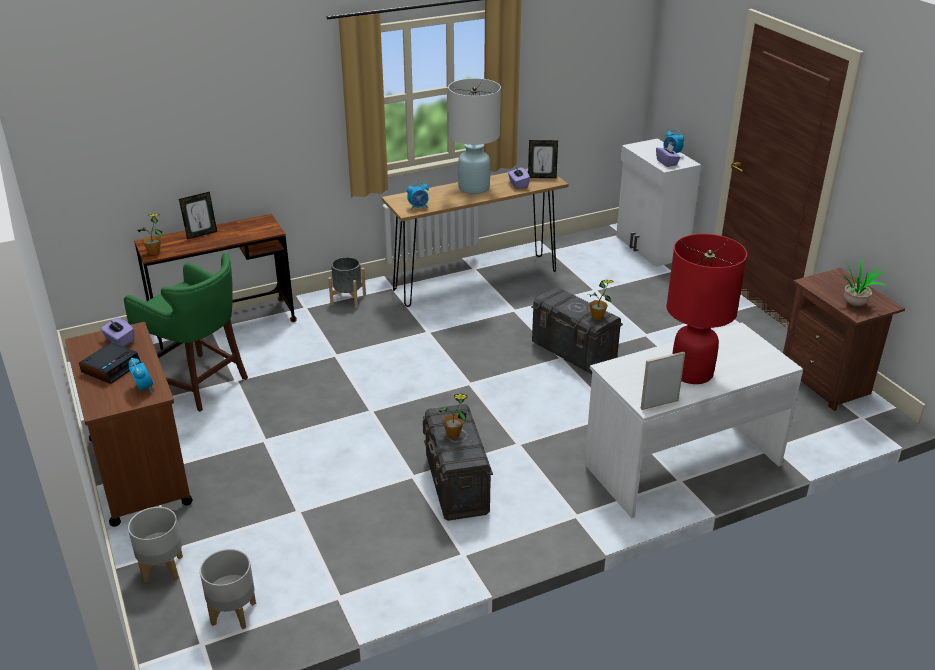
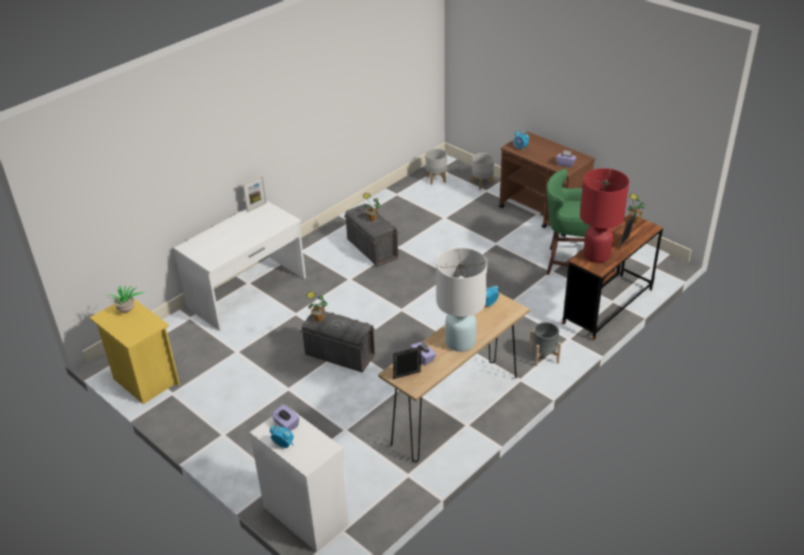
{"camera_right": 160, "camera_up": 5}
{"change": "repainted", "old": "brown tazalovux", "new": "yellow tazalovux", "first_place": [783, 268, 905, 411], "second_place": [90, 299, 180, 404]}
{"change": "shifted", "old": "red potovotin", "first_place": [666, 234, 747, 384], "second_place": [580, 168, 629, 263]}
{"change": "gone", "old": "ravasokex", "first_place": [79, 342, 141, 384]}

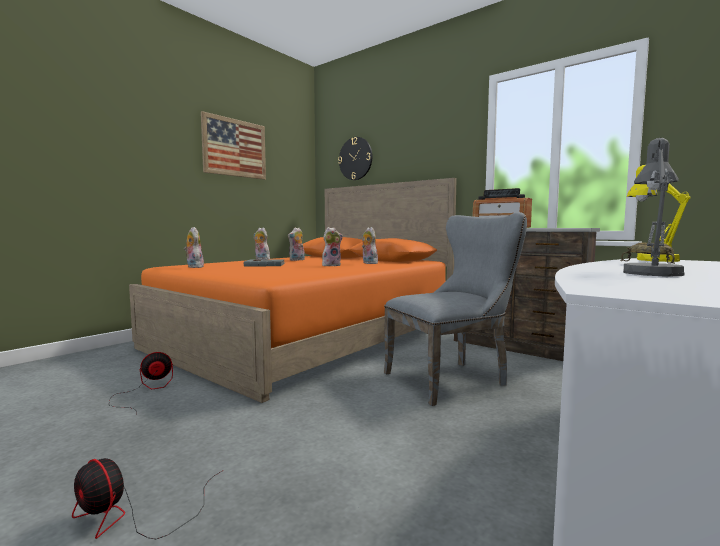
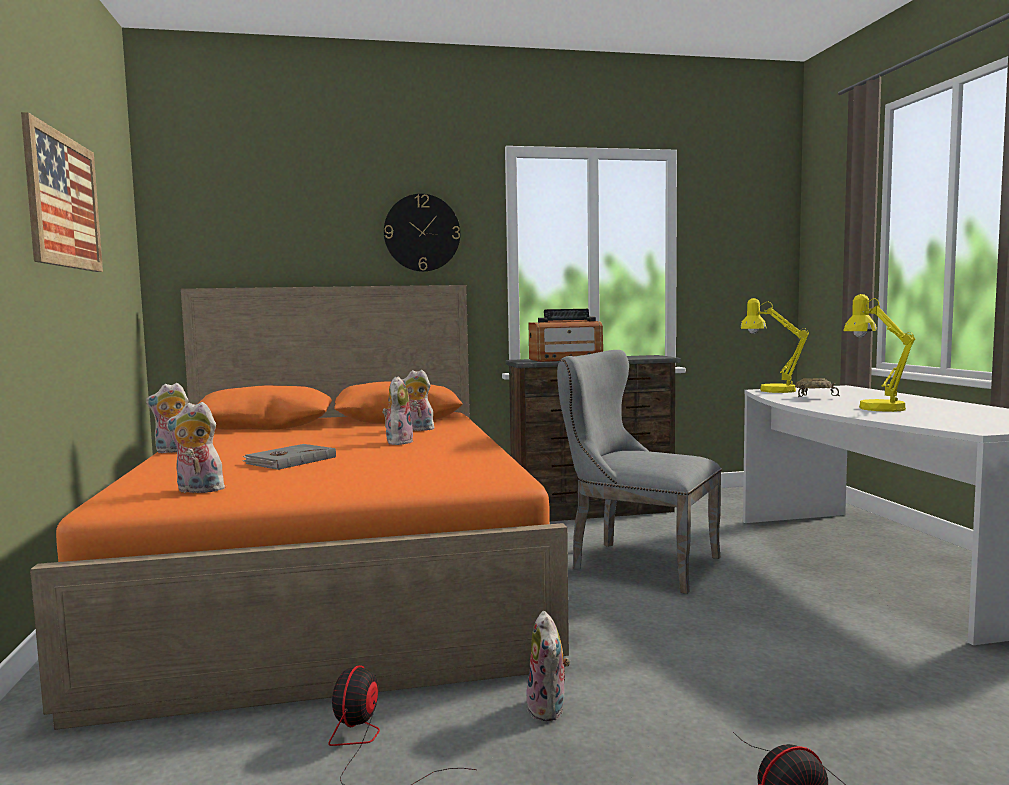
{"camera_right": -50, "camera_up": 0}
{"change": "shifted", "old": "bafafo", "first_place": [338, 137, 372, 180], "second_place": [384, 194, 460, 272]}
{"change": "shifted", "old": "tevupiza", "first_place": [288, 228, 305, 261], "second_place": [525, 611, 570, 721]}
{"change": "rotated", "old": "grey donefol", "first_place": [384, 212, 527, 406], "second_place": [557, 350, 722, 594], "degrees": -75}
{"change": "repainted", "old": "grey potovotin", "new": "yellow potovotin", "first_place": [623, 138, 685, 277], "second_place": [843, 294, 916, 412]}

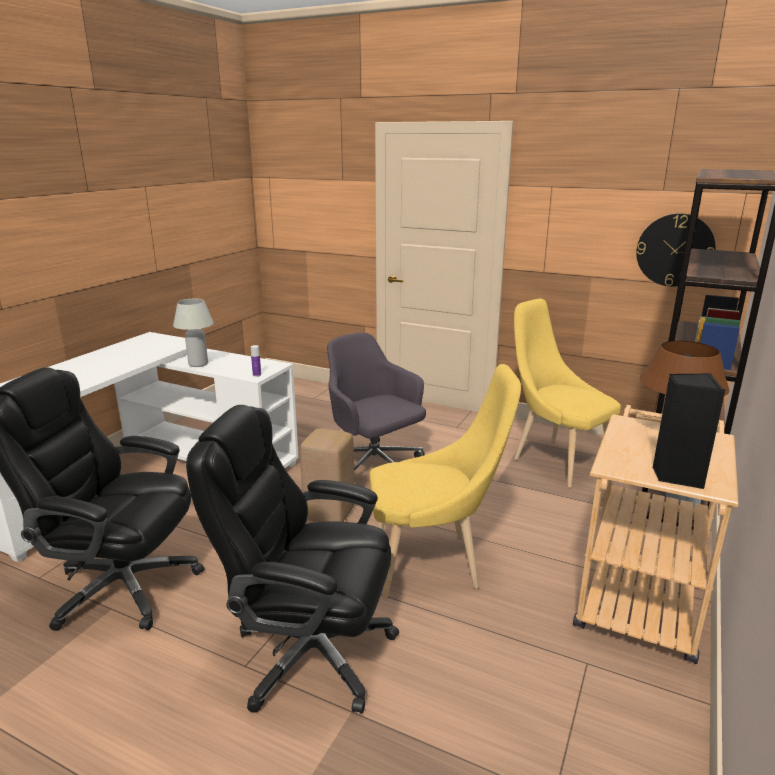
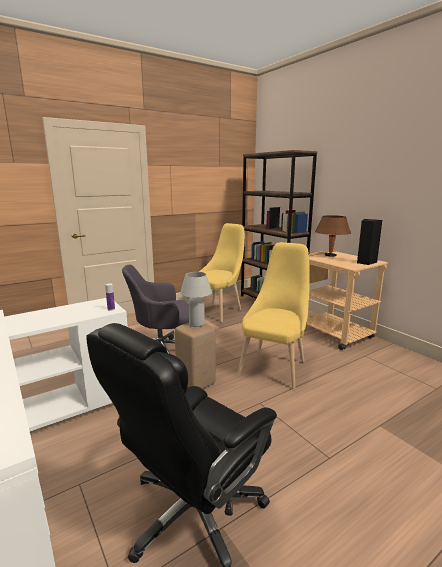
{"camera_right": -60, "camera_up": -5}
{"change": "shifted", "old": "white potovotin", "first_place": [173, 299, 214, 367], "second_place": [180, 272, 212, 327]}
{"change": "rotated", "old": "yellow donefol", "first_place": [514, 299, 621, 487], "second_place": [199, 223, 245, 322], "degrees": 135}
{"change": "gone", "old": "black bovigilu", "first_place": [186, 405, 399, 714]}
{"change": "gone", "old": "bafafo", "first_place": [636, 213, 716, 287]}

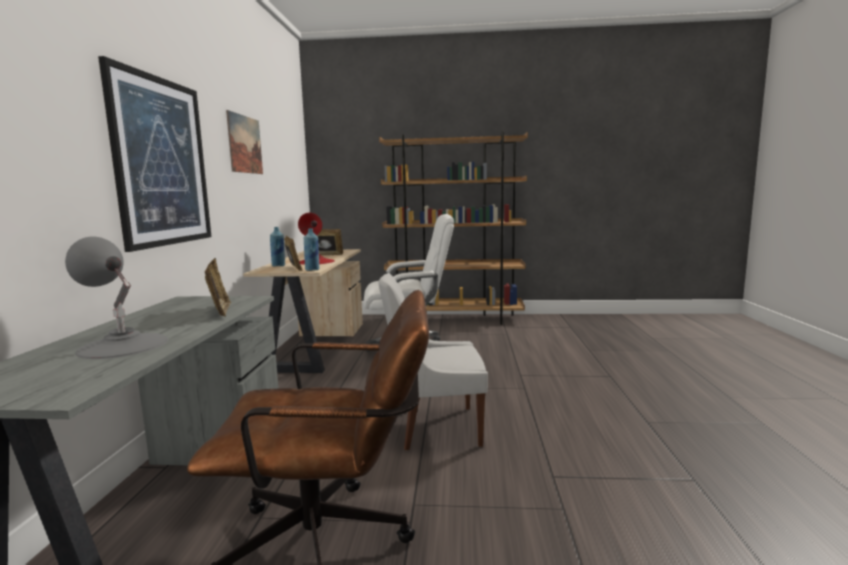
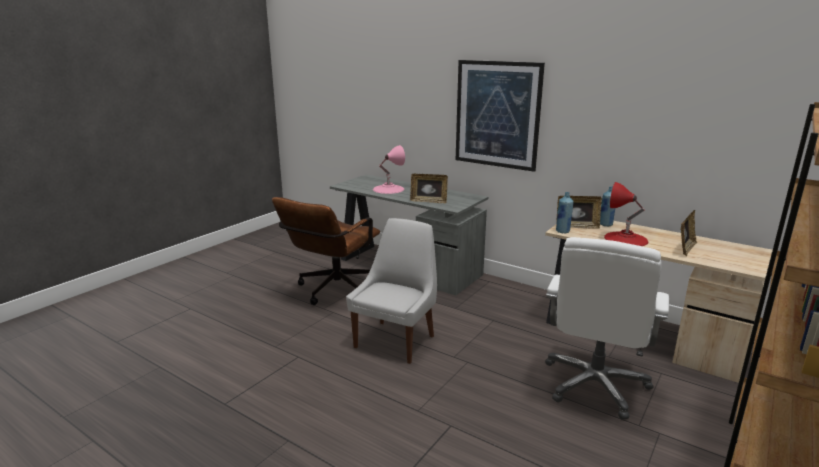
{"camera_right": 120, "camera_up": 10}
{"change": "repainted", "old": "grey potovotin", "new": "pink potovotin", "first_place": [65, 237, 168, 359], "second_place": [373, 145, 405, 194]}
{"change": "gone", "old": "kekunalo", "first_place": [226, 110, 263, 174]}

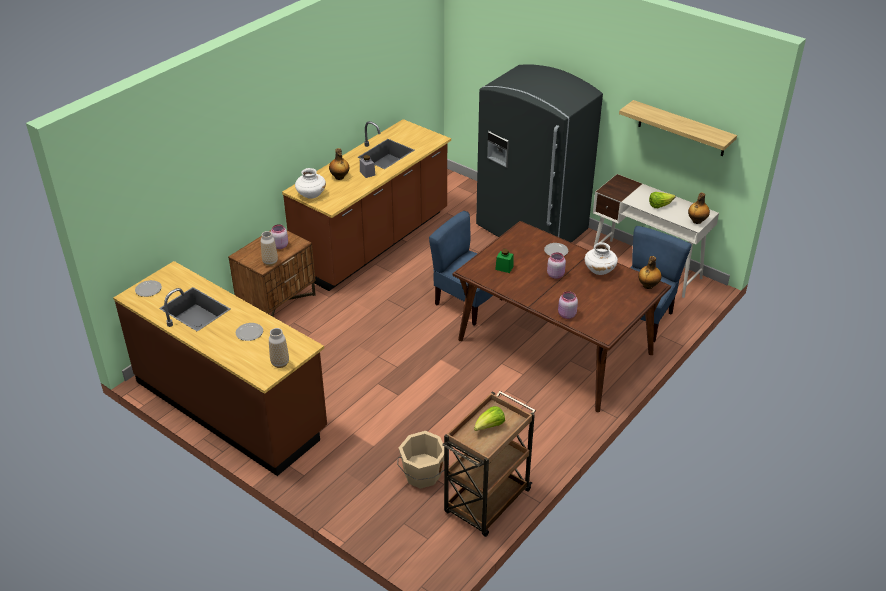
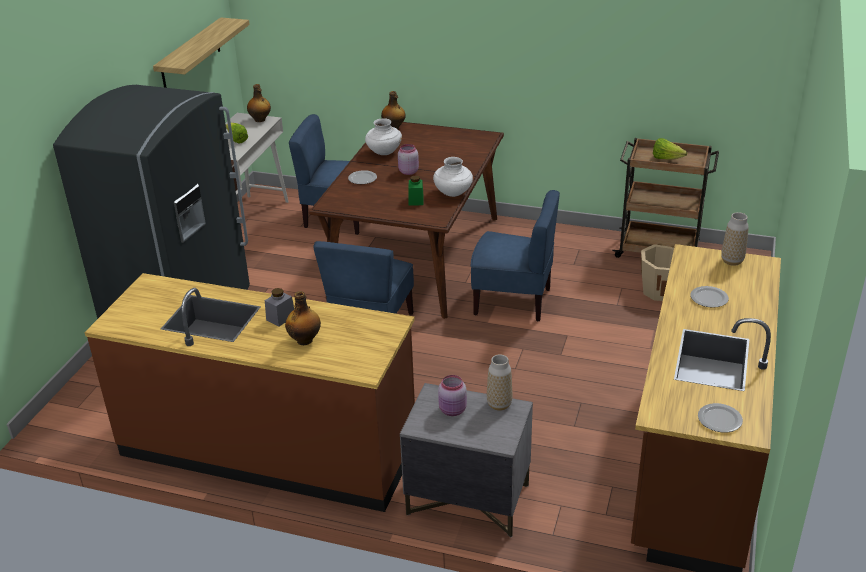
{"camera_right": -110, "camera_up": -5}
{"change": "repainted", "old": "brown tazalovux", "new": "grey tazalovux", "first_place": [228, 230, 316, 317], "second_place": [400, 383, 533, 538]}
{"change": "shifted", "old": "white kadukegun", "first_place": [295, 168, 326, 199], "second_place": [433, 157, 473, 197]}
{"change": "new", "new": "blue donefol", "second_place": [471, 190, 560, 321]}
{"change": "gone", "old": "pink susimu", "first_place": [558, 291, 578, 319]}

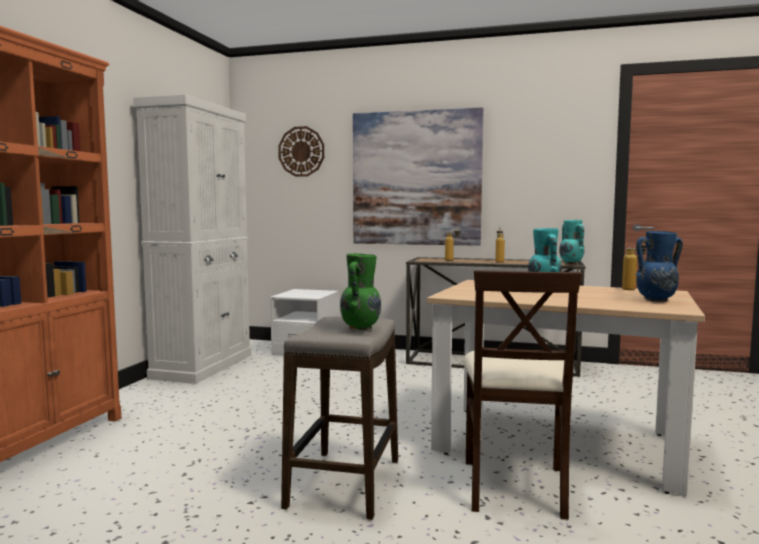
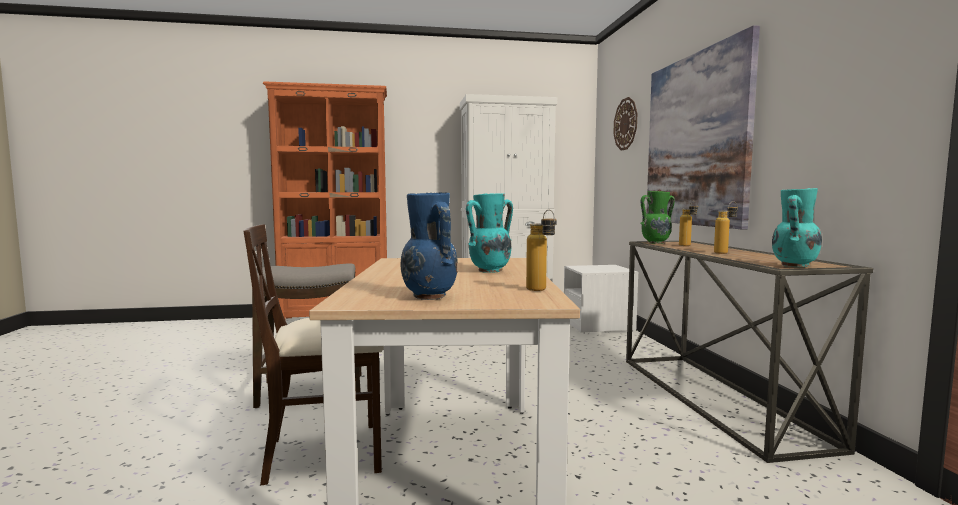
{"camera_right": 65, "camera_up": 0}
{"change": "shifted", "old": "green kadukegun", "first_place": [340, 253, 381, 330], "second_place": [641, 191, 675, 244]}

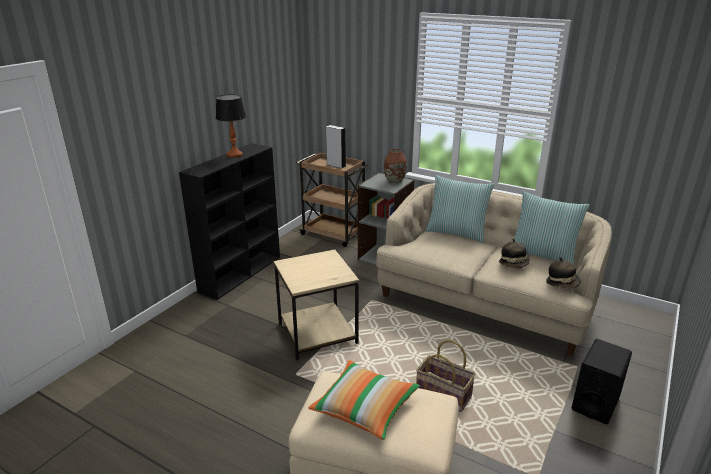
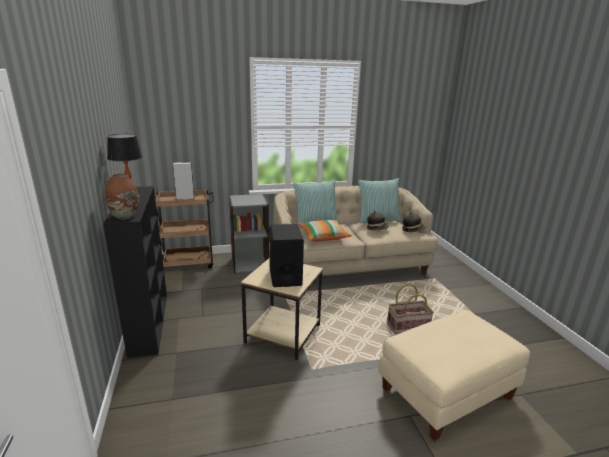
{"camera_right": -45, "camera_up": -5}
{"change": "shifted", "old": "brown kadukegun", "first_place": [384, 149, 407, 184], "second_place": [105, 174, 139, 219]}
{"change": "shifted", "old": "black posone", "first_place": [572, 339, 632, 424], "second_place": [269, 224, 304, 287]}
{"change": "shifted", "old": "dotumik", "first_place": [308, 360, 420, 440], "second_place": [299, 220, 352, 241]}

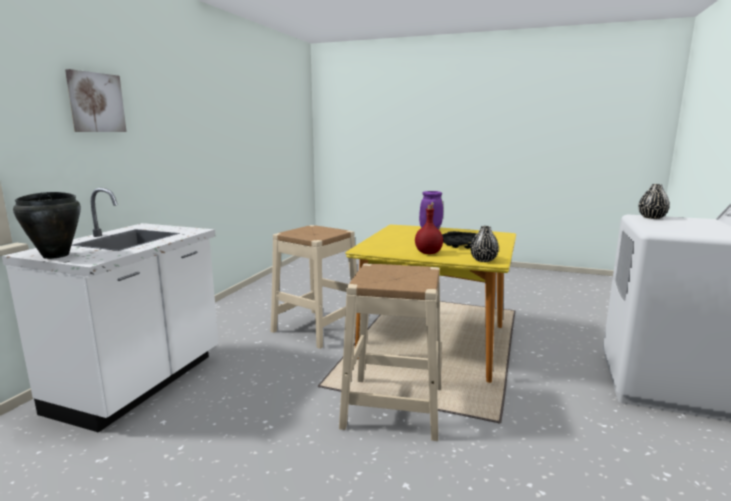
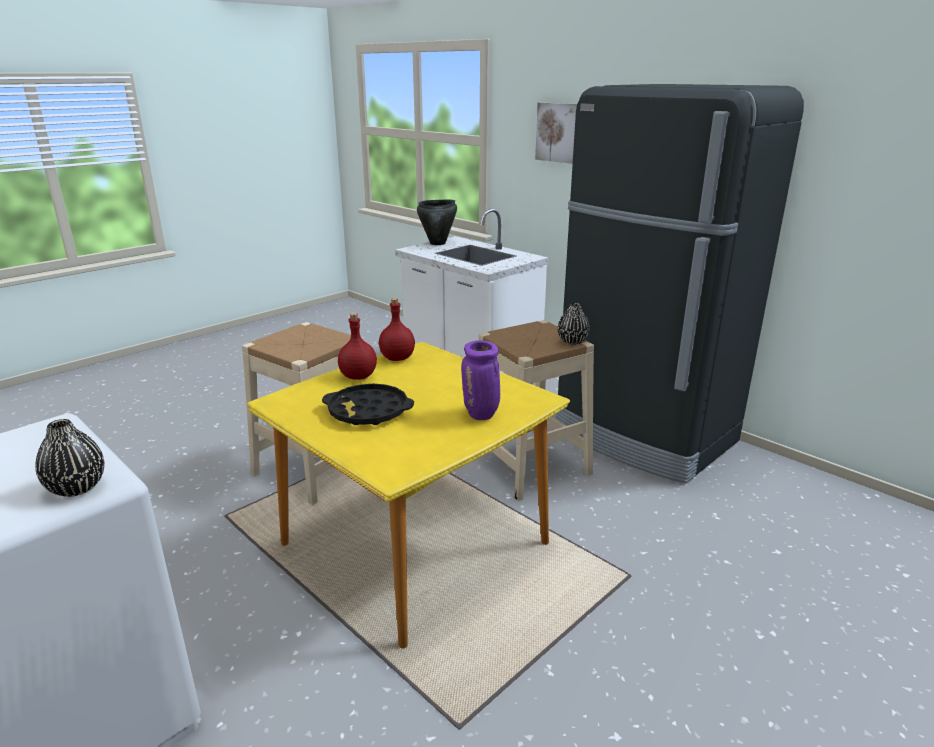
{"camera_right": 115, "camera_up": 10}
{"change": "new", "new": "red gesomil", "second_place": [379, 298, 415, 361]}
{"change": "new", "new": "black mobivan", "second_place": [556, 84, 804, 484]}
{"change": "shifted", "old": "black kadukegun", "first_place": [470, 226, 499, 262], "second_place": [558, 303, 590, 345]}

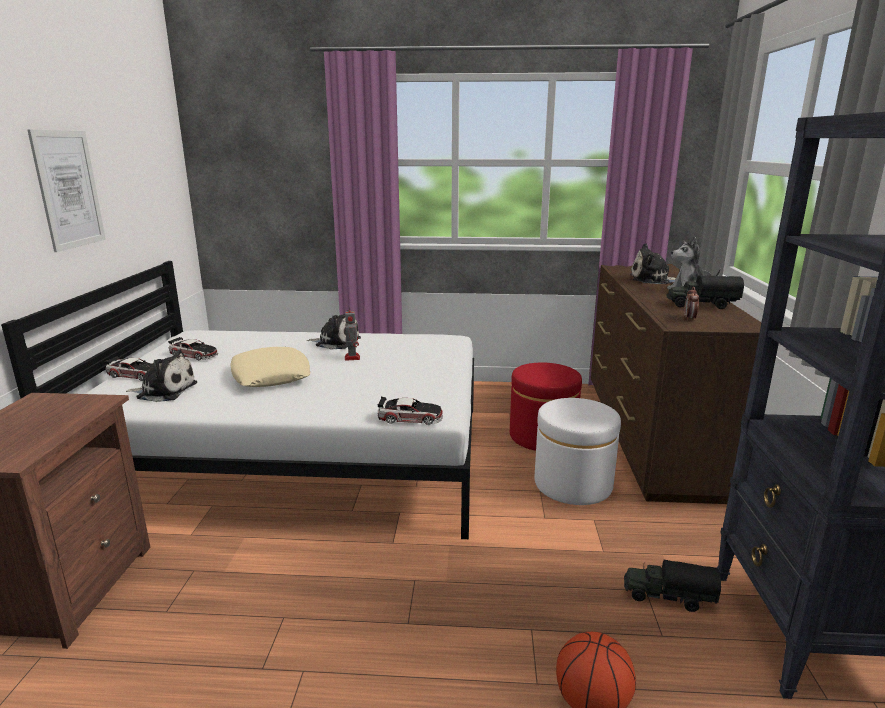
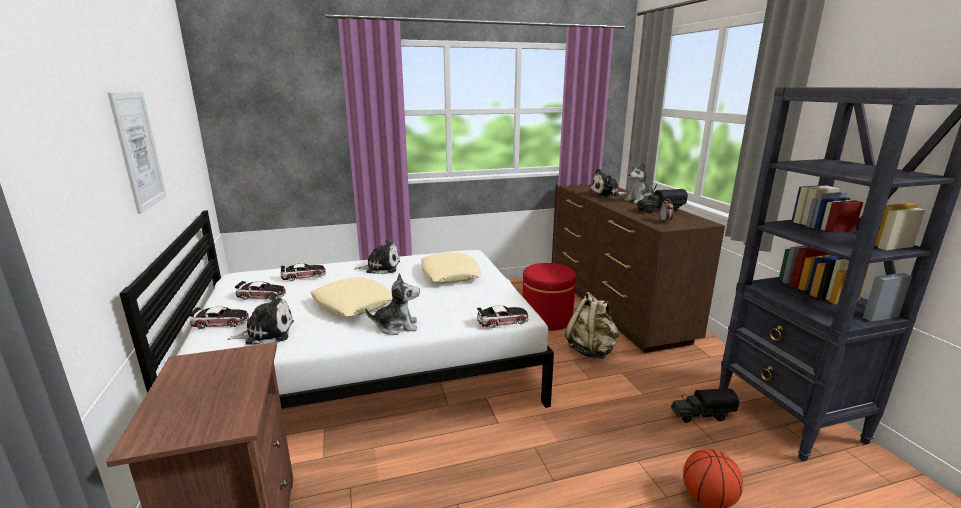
{"camera_right": -20, "camera_up": 0}
{"change": "new", "new": "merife", "second_place": [280, 263, 326, 281]}
{"change": "new", "new": "tevupiza", "second_place": [365, 273, 420, 335]}
{"change": "new", "new": "beige dotumik", "second_place": [421, 252, 481, 283]}
{"change": "swapped", "old": "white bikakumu", "new": "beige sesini", "first_place": [534, 398, 621, 505], "second_place": [565, 292, 619, 358]}
{"change": "gone", "old": "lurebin", "first_place": [345, 306, 360, 361]}

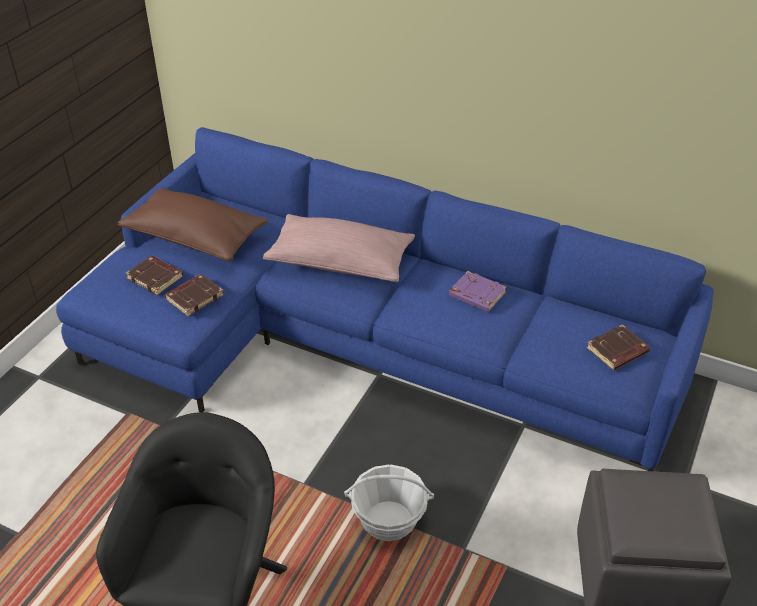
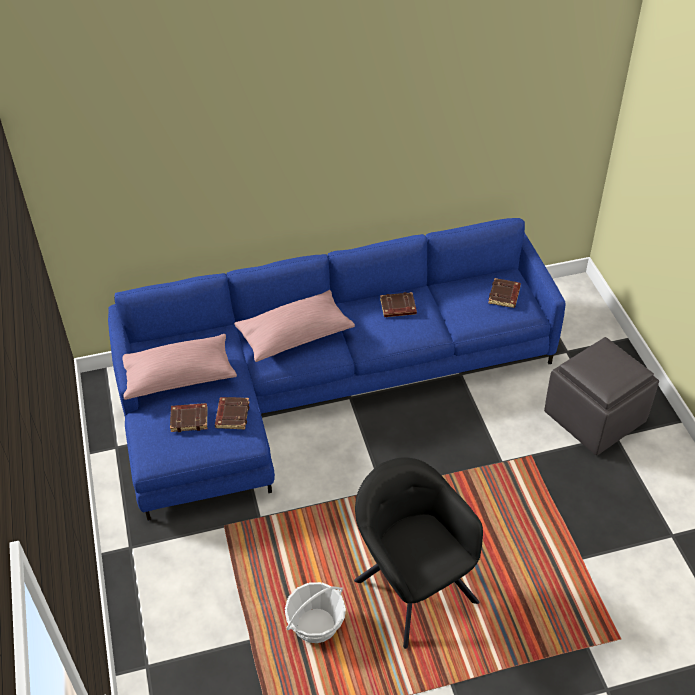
{"camera_right": -40, "camera_up": 5}
{"change": "repainted", "old": "brown dotumik", "new": "pink dotumik", "first_place": [118, 188, 268, 262], "second_place": [122, 334, 237, 400]}
{"change": "shifted", "old": "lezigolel", "first_place": [344, 464, 434, 541], "second_place": [285, 582, 346, 643]}
{"change": "repainted", "old": "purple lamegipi", "new": "brown lamegipi", "first_place": [449, 271, 506, 312], "second_place": [380, 292, 417, 317]}

